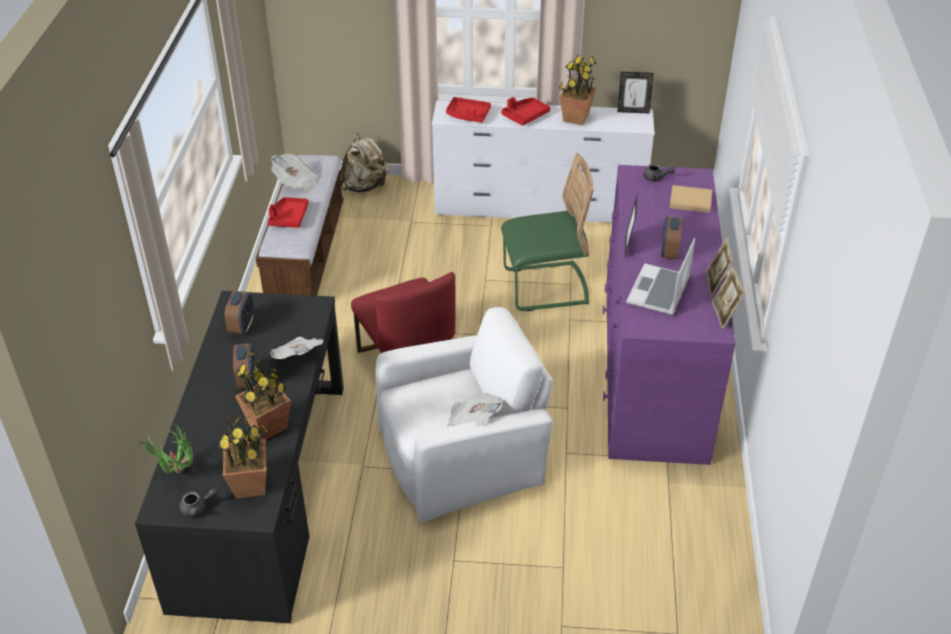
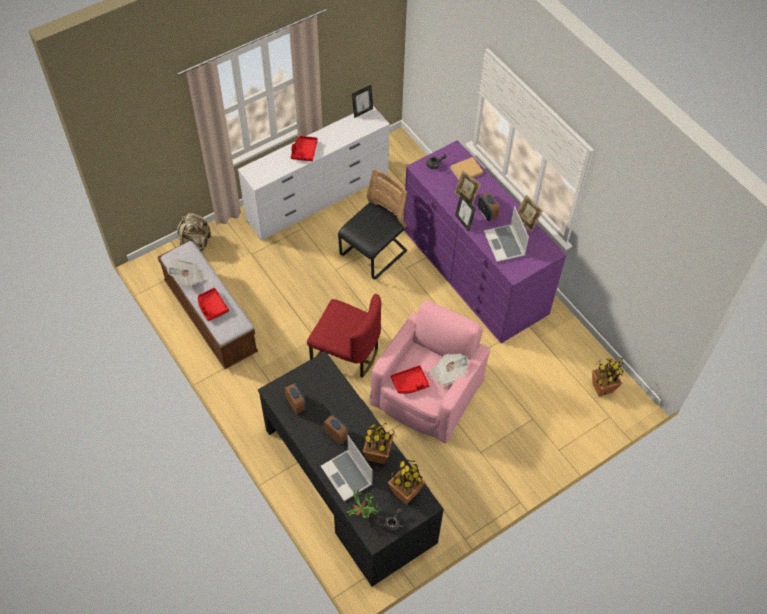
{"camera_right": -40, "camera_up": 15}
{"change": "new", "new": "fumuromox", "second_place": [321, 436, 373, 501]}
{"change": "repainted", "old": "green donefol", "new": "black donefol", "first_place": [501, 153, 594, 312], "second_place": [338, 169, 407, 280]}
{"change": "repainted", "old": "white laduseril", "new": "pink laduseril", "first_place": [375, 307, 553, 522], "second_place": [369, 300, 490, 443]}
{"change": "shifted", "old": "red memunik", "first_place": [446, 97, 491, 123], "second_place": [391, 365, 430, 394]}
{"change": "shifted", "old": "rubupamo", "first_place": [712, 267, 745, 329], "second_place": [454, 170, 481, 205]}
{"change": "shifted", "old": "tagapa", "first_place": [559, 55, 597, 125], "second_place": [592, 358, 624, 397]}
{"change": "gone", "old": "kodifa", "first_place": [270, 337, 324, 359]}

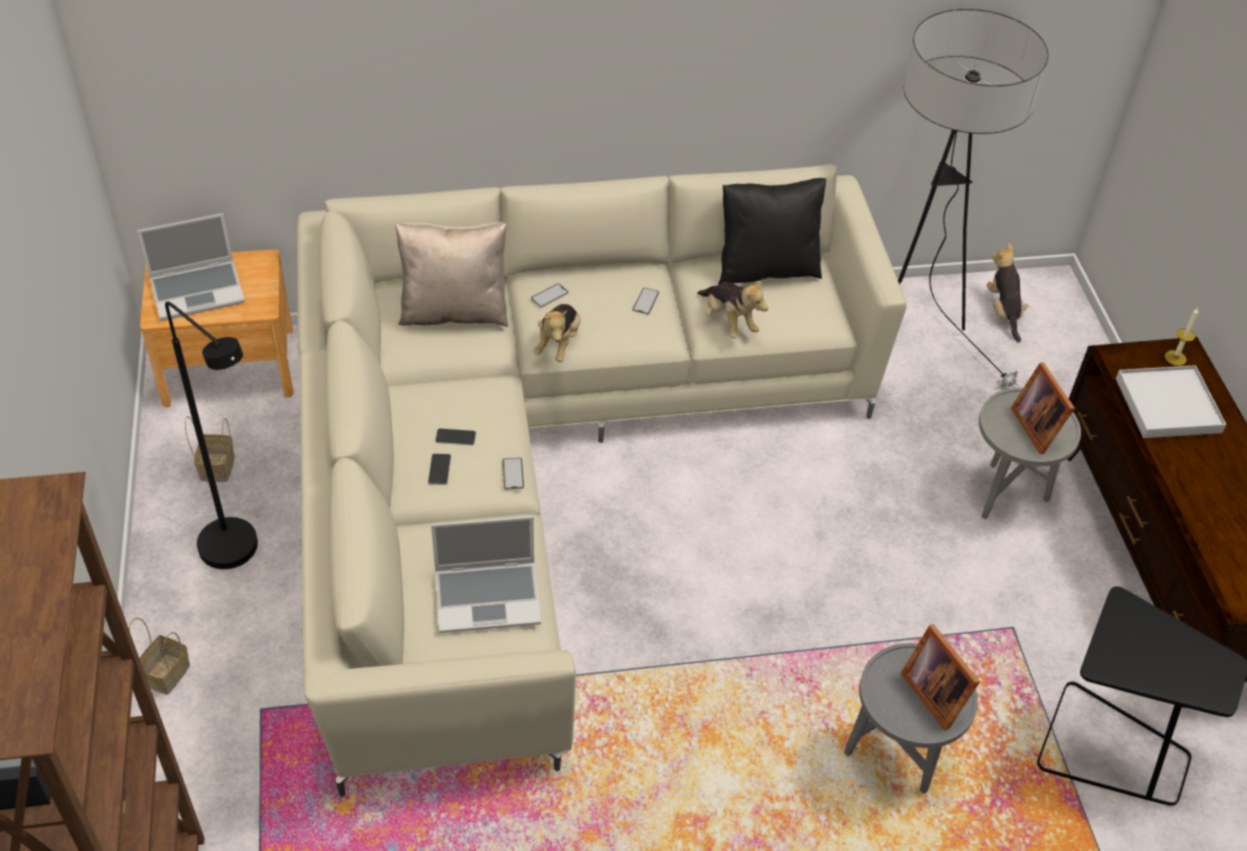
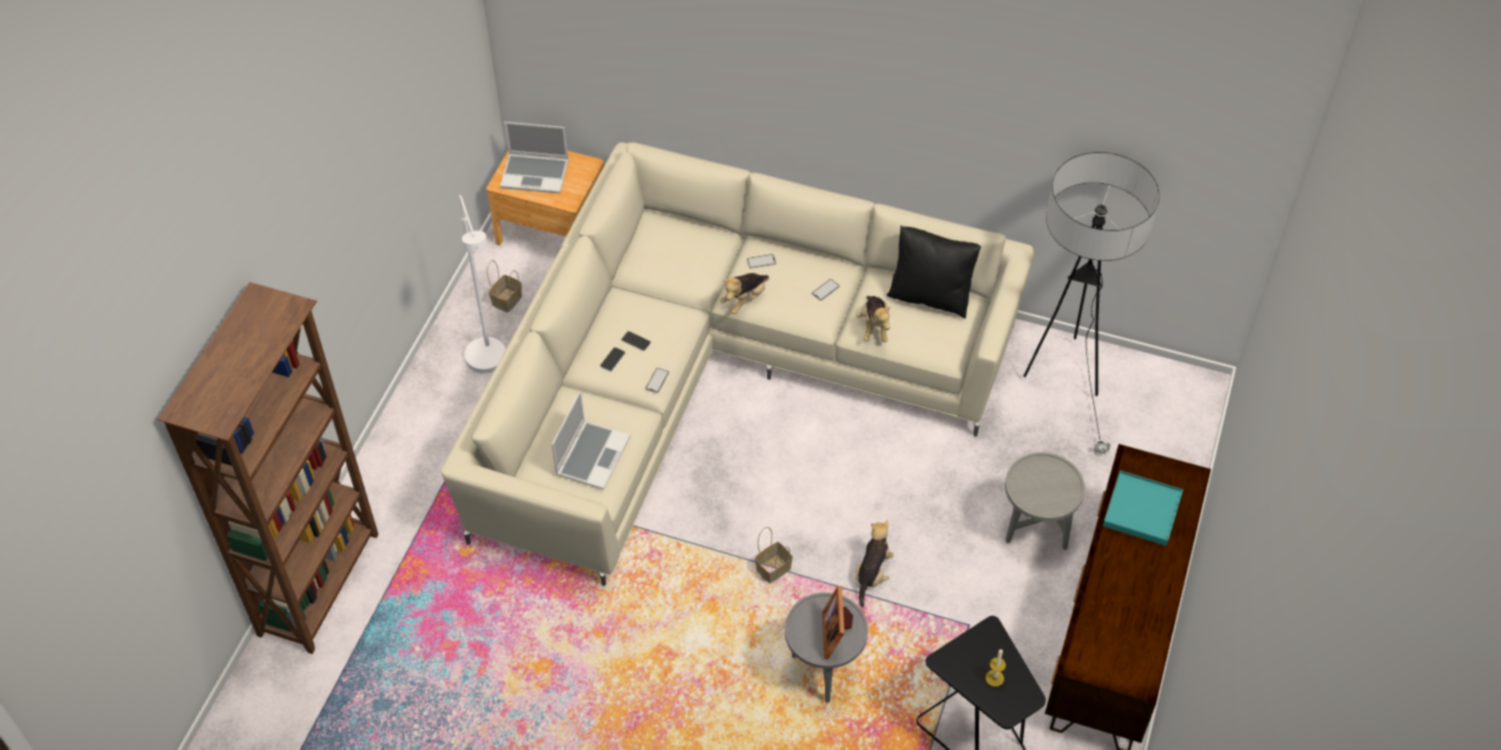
{"camera_right": 30, "camera_up": 5}
{"change": "repainted", "old": "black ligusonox", "new": "white ligusonox", "first_place": [165, 301, 258, 569], "second_place": [459, 195, 506, 374]}
{"change": "rotated", "old": "fumuromox", "first_place": [431, 516, 541, 633], "second_place": [552, 391, 630, 490], "degrees": -90}
{"change": "shifted", "old": "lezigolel", "first_place": [129, 618, 190, 695], "second_place": [755, 527, 793, 583]}
{"change": "shifted", "old": "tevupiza", "first_place": [987, 243, 1029, 342], "second_place": [855, 520, 894, 607]}
{"change": "shifted", "old": "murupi", "first_place": [1165, 308, 1198, 366], "second_place": [985, 649, 1006, 687]}
{"change": "repainted", "old": "white memunik", "new": "turquoise memunik", "first_place": [1116, 365, 1226, 438], "second_place": [1103, 470, 1183, 546]}
{"change": "gone", "old": "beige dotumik", "first_place": [395, 222, 508, 327]}
{"change": "gone", "old": "rubupamo", "first_place": [1011, 363, 1075, 454]}

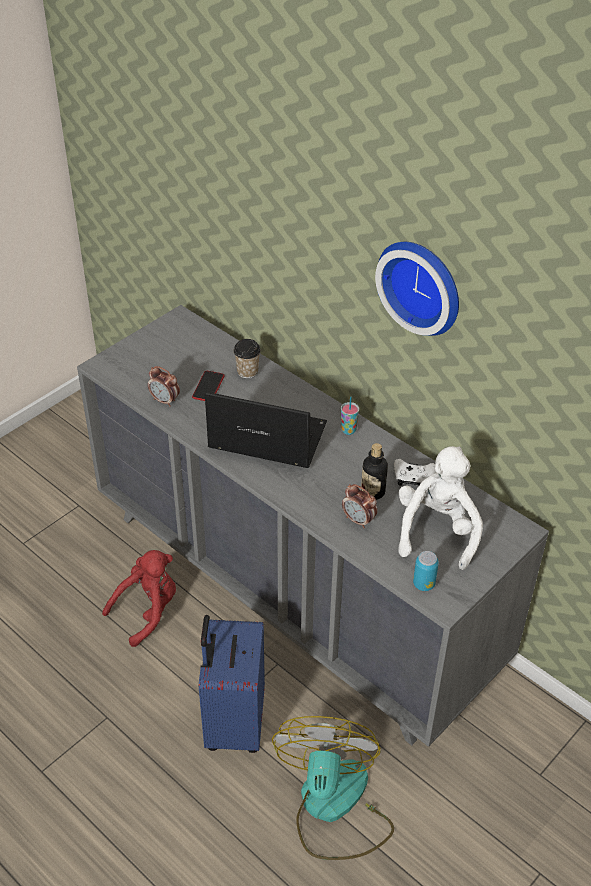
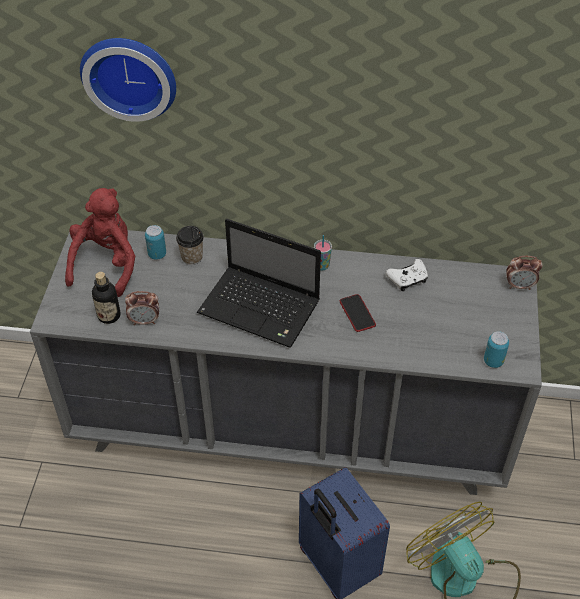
{"camera_right": -35, "camera_up": 5}
{"change": "shifted", "old": "red tevupiza", "first_place": [102, 550, 176, 647], "second_place": [65, 188, 135, 297]}
{"change": "shifted", "old": "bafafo", "first_place": [375, 242, 459, 336], "second_place": [80, 38, 176, 122]}
{"change": "shifted", "old": "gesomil", "first_place": [361, 443, 388, 500], "second_place": [92, 272, 121, 324]}
{"change": "new", "new": "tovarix", "second_place": [145, 225, 166, 260]}
{"change": "rotated", "old": "fumuromox", "first_place": [205, 392, 327, 468], "second_place": [197, 219, 321, 348], "degrees": -135}
{"change": "shifted", "old": "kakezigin", "first_place": [192, 371, 224, 401], "second_place": [340, 294, 376, 332]}
{"change": "shifted", "old": "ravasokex", "first_place": [342, 484, 377, 529], "second_place": [506, 256, 542, 290]}
{"change": "gone", "old": "white tevupiza", "first_place": [398, 446, 483, 570]}

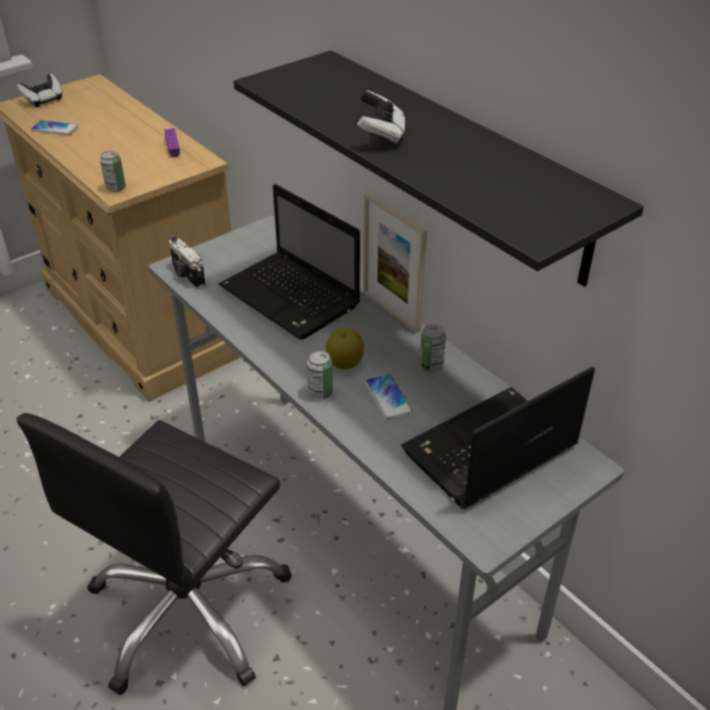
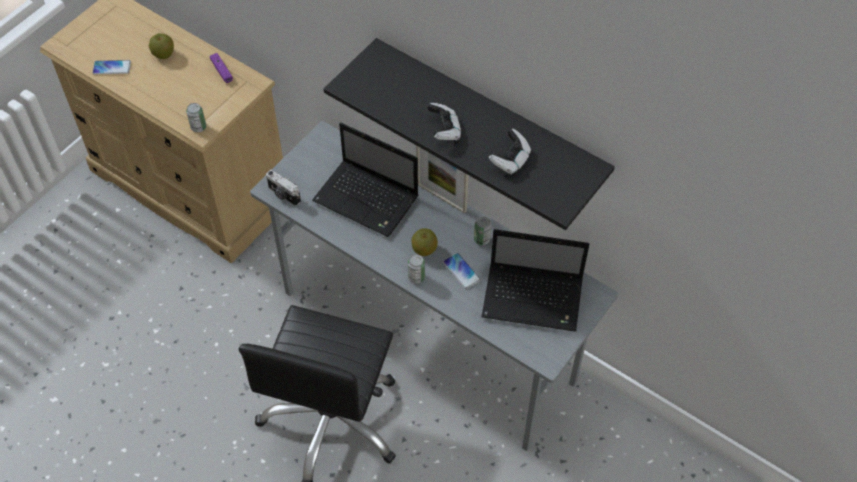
{"camera_right": -15, "camera_up": 15}
{"change": "new", "new": "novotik", "second_place": [149, 33, 174, 59]}
{"change": "rotated", "old": "fumuromox", "first_place": [401, 367, 595, 509], "second_place": [481, 229, 589, 332], "degrees": -120}
{"change": "shifted", "old": "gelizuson", "first_place": [17, 74, 62, 107], "second_place": [489, 128, 532, 175]}

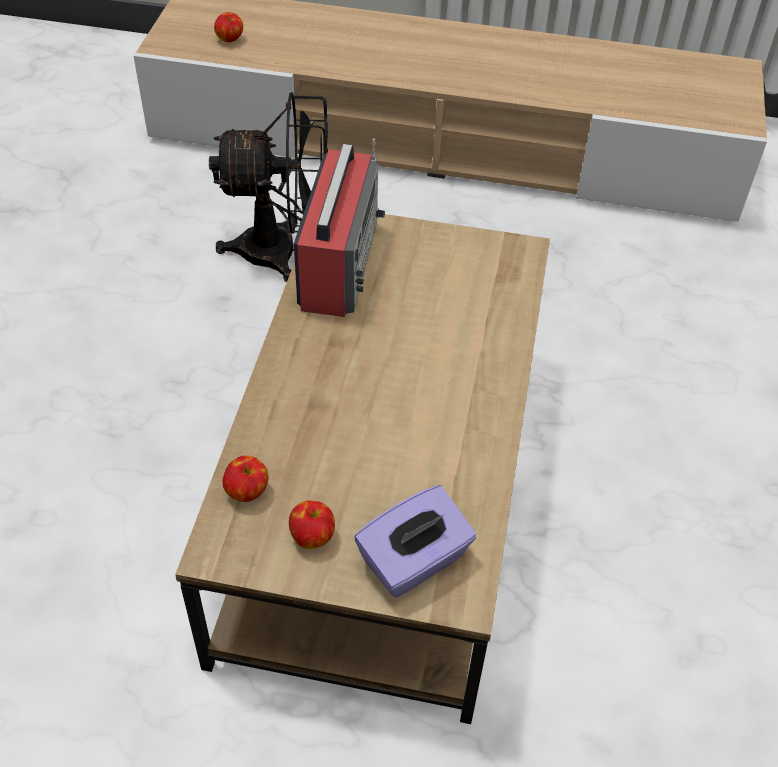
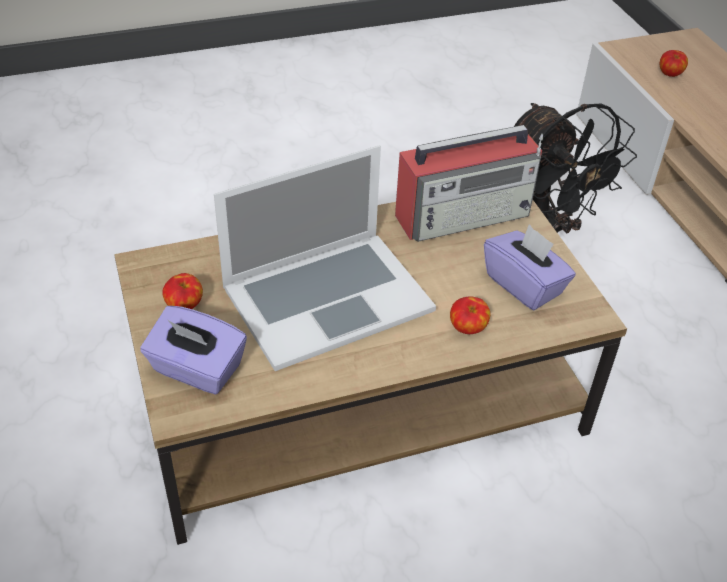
{"camera_right": 60, "camera_up": -5}
{"change": "new", "new": "fumuromox", "second_place": [214, 145, 436, 371]}
{"change": "shifted", "old": "novotik", "first_place": [222, 455, 269, 502], "second_place": [450, 296, 490, 334]}
{"change": "new", "new": "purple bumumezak", "second_place": [484, 224, 576, 310]}

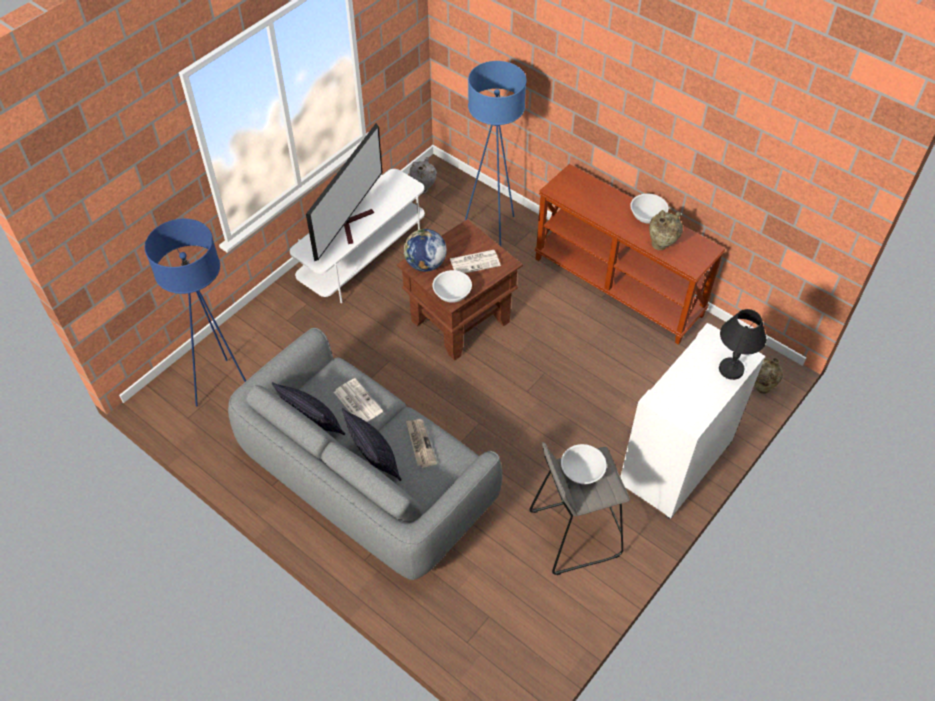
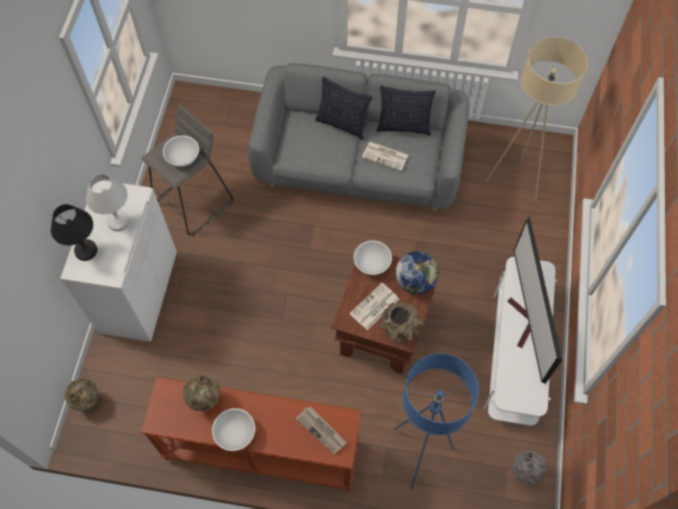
{"camera_right": 150, "camera_up": 10}
{"change": "new", "new": "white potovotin", "second_place": [86, 174, 130, 231]}
{"change": "shifted", "old": "kodifa", "first_place": [406, 419, 437, 468], "second_place": [295, 406, 347, 454]}
{"change": "new", "new": "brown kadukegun", "second_place": [378, 302, 423, 343]}
{"change": "repainted", "old": "blue ligusonox", "new": "beige ligusonox", "first_place": [145, 219, 246, 407], "second_place": [486, 37, 588, 201]}

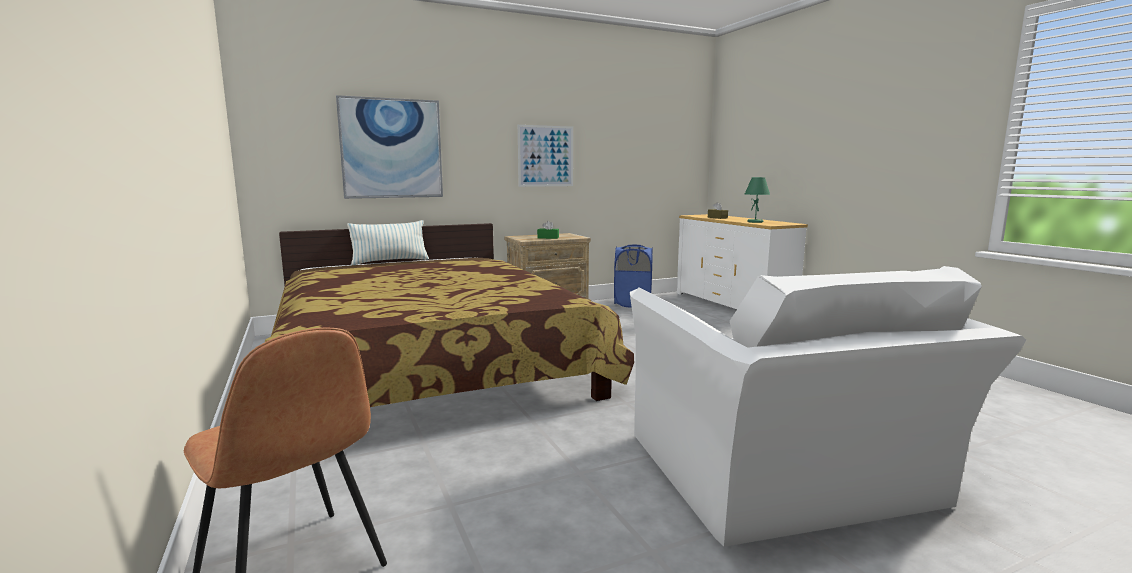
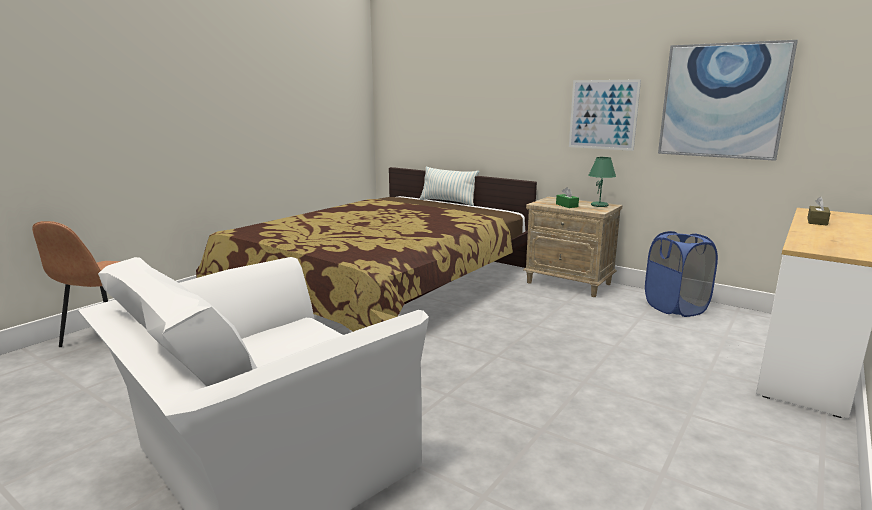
{"camera_right": 60, "camera_up": 5}
{"change": "shifted", "old": "green potovotin", "first_place": [745, 177, 770, 223], "second_place": [588, 157, 616, 207]}
{"change": "shifted", "old": "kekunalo", "first_place": [336, 95, 443, 199], "second_place": [658, 40, 798, 161]}

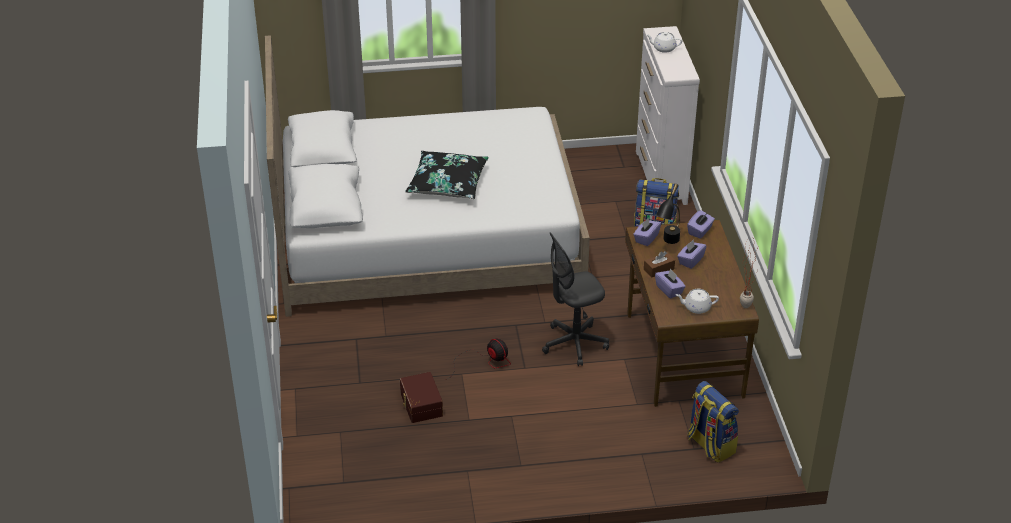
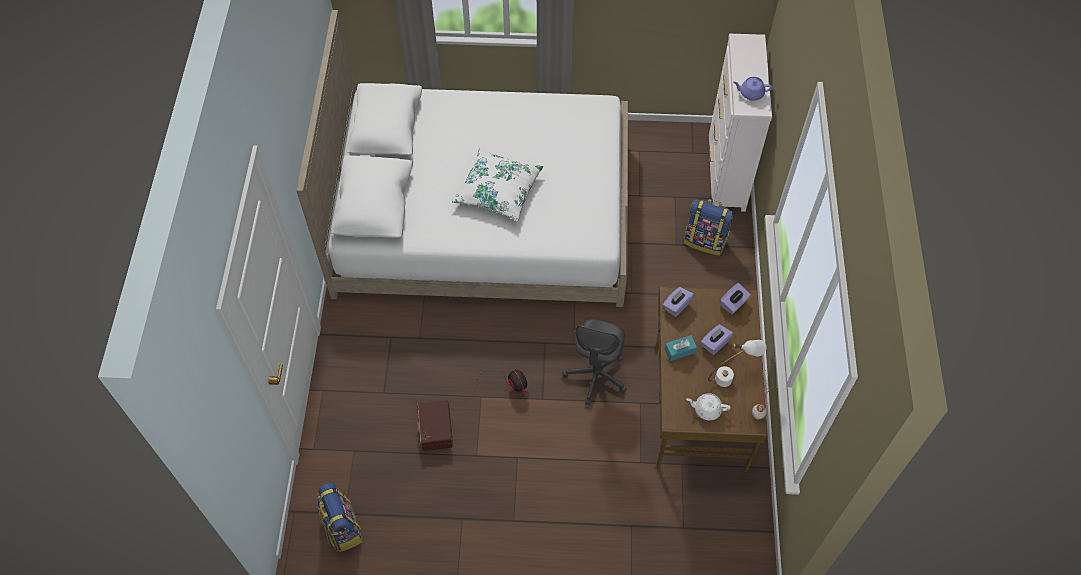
{"camera_right": 10, "camera_up": 20}
{"change": "shifted", "old": "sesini", "first_place": [687, 381, 739, 463], "second_place": [317, 482, 363, 552]}
{"change": "repainted", "old": "black dotumik", "new": "white dotumik", "first_place": [405, 151, 489, 199], "second_place": [452, 148, 543, 222]}
{"change": "rotated", "old": "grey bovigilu", "first_place": [542, 232, 609, 366], "second_place": [562, 319, 627, 405], "degrees": -60}
{"change": "repainted", "old": "brown bumumezak", "new": "turquoise bumumezak", "first_place": [644, 251, 675, 278], "second_place": [665, 335, 697, 361]}
{"change": "new", "new": "white potovotin", "second_place": [708, 340, 766, 387]}
{"change": "new", "new": "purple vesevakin", "second_place": [733, 77, 773, 100]}
{"change": "gone", "old": "white vesevakin", "first_place": [646, 32, 683, 53]}
{"change": "gone", "old": "purple bumumezak", "first_place": [655, 268, 686, 299]}
{"change": "gone", "old": "black potovotin", "first_place": [656, 184, 680, 244]}

